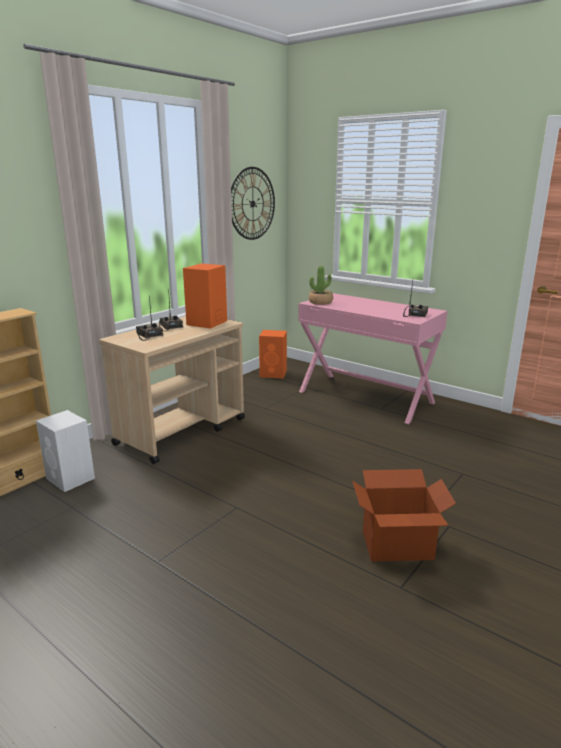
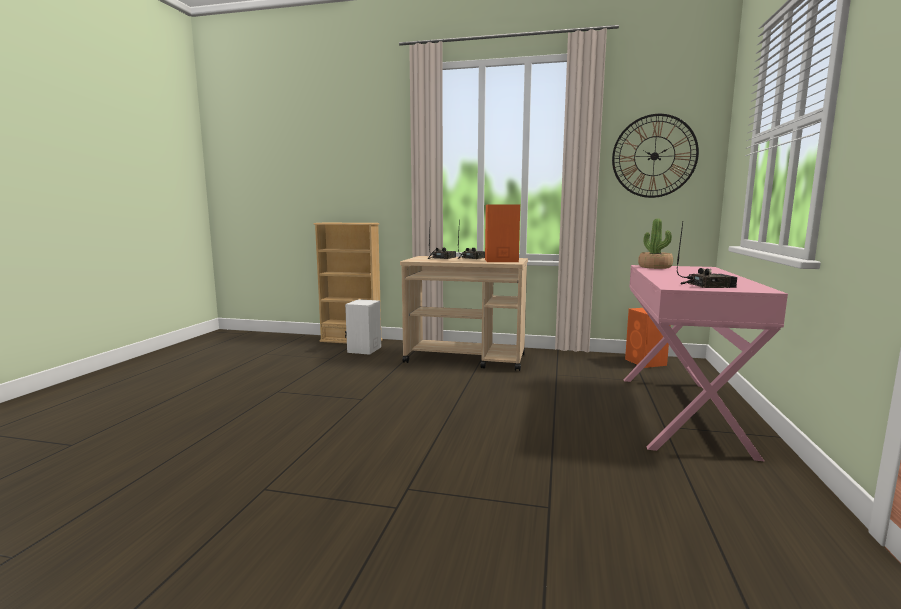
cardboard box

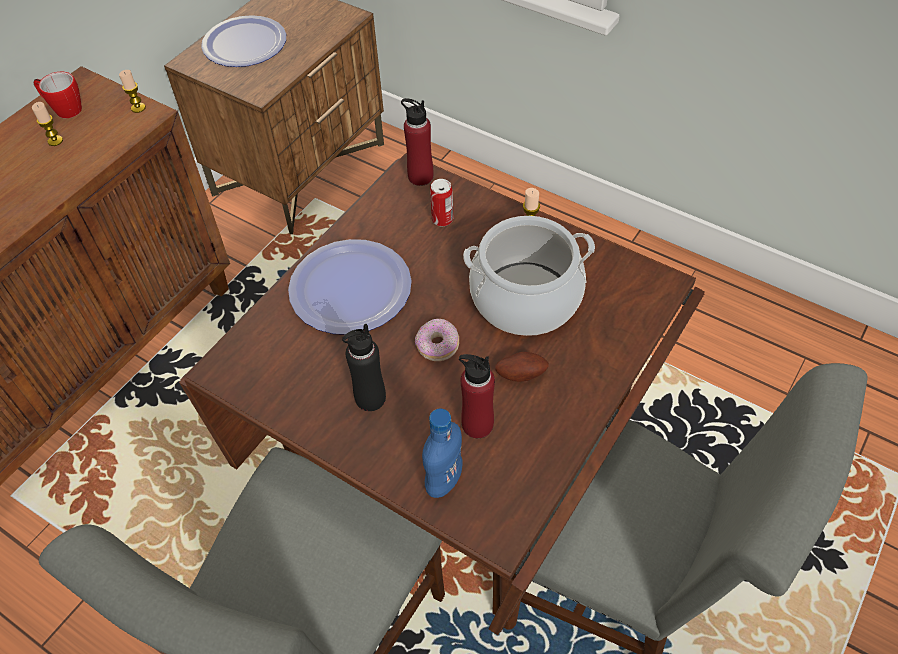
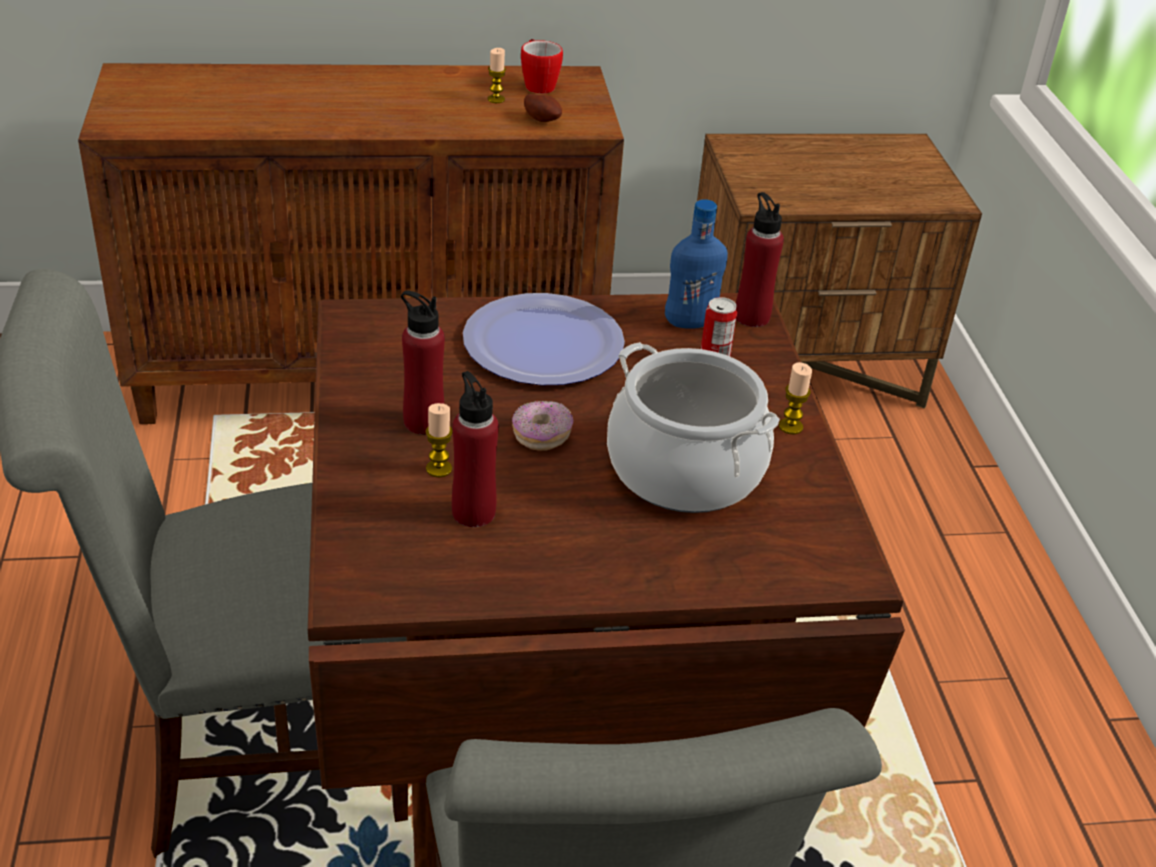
candle (1st from left)
plate (1st from left in the first image)
red bottle (1st from left)
blue bottle
potato

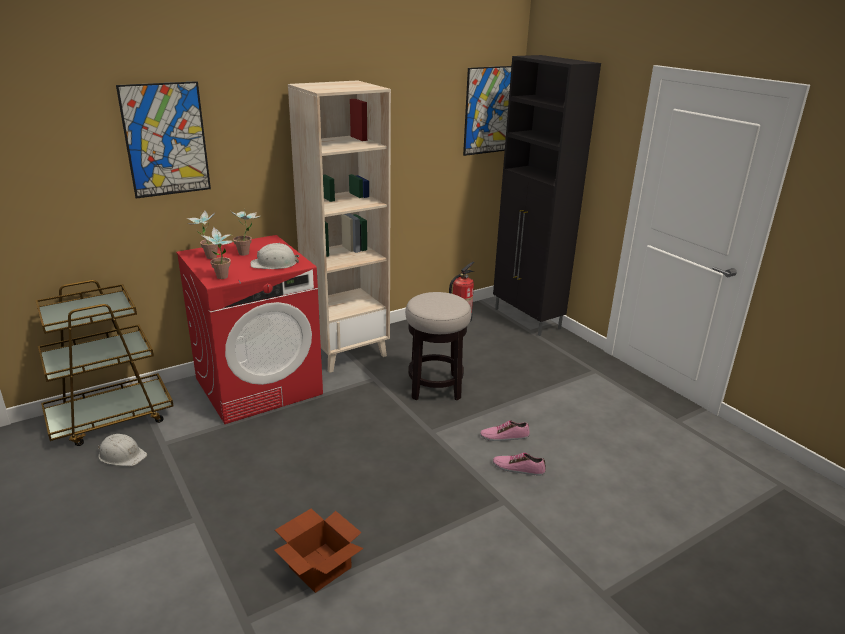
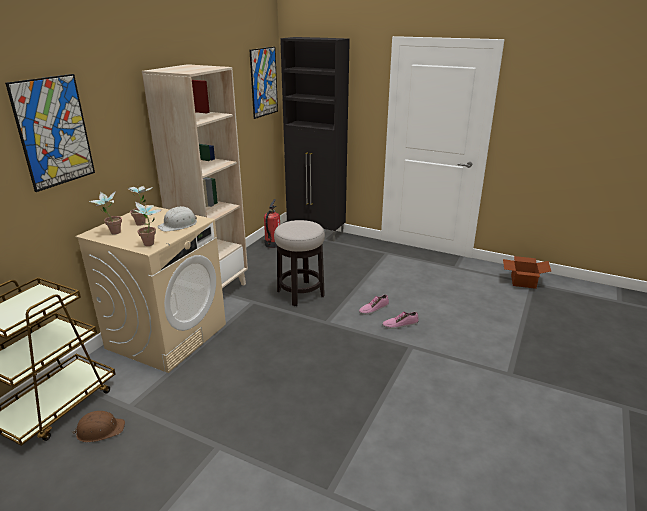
brown hard hat
beige washing machine
cardboard box

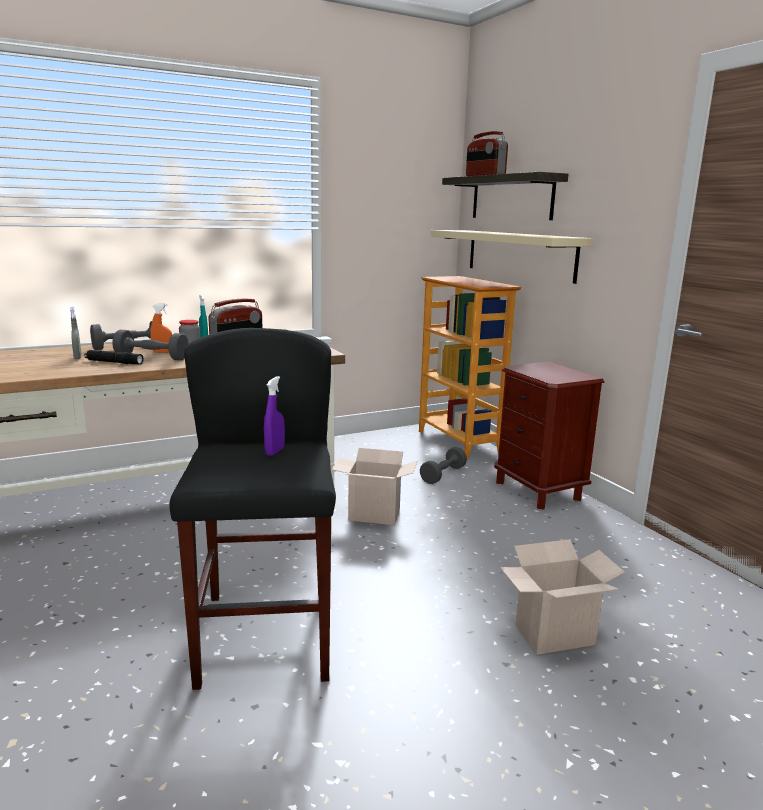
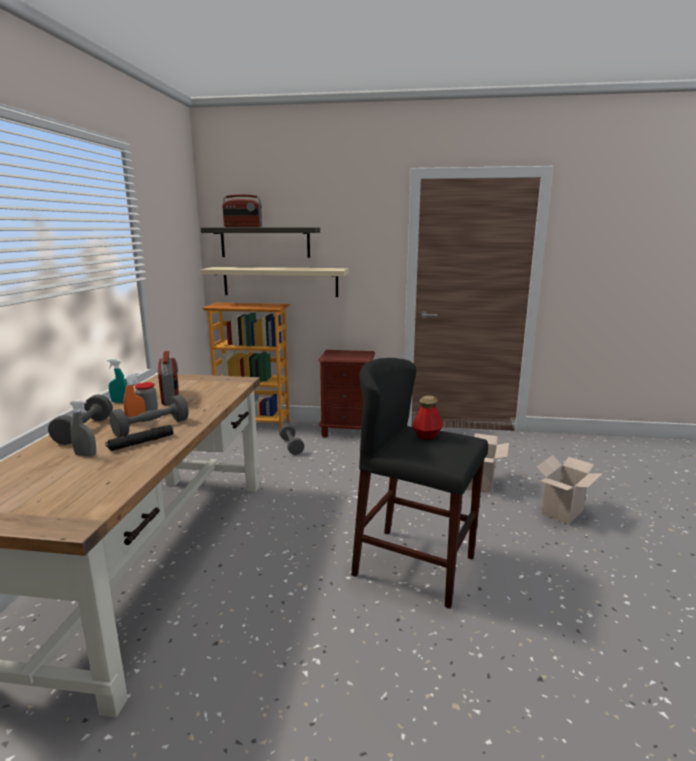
bottle
cardboard box (2nd from left)

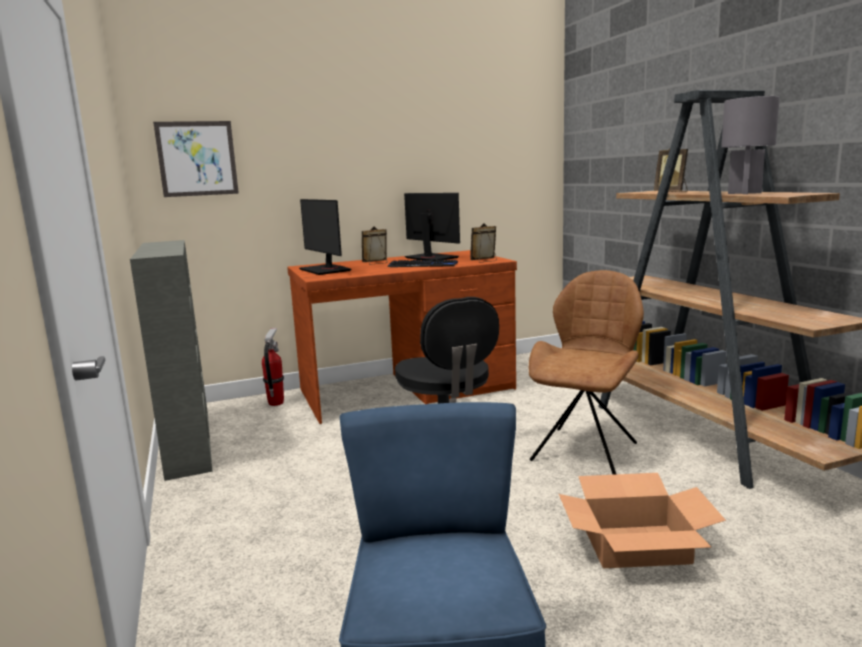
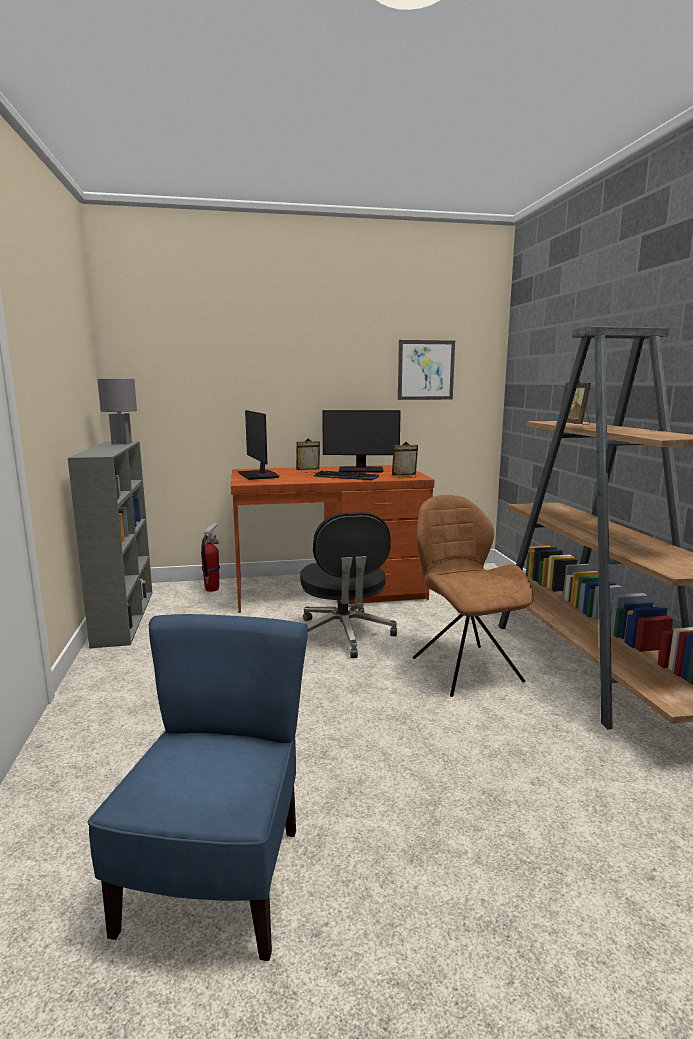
picture
monitor (2nd from left)
brown chair
cardboard box
grey table lamp

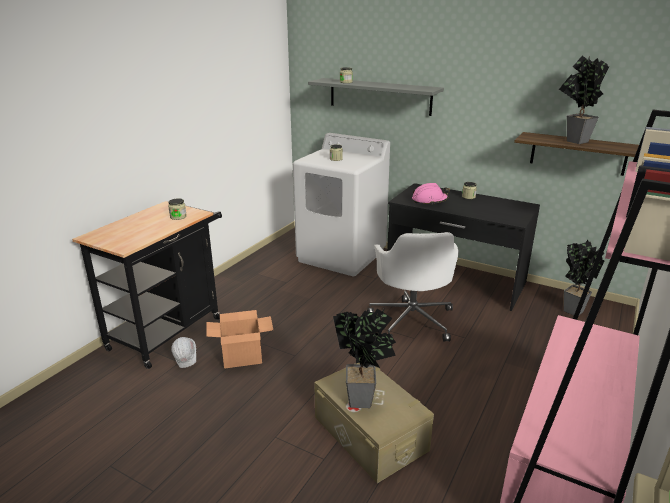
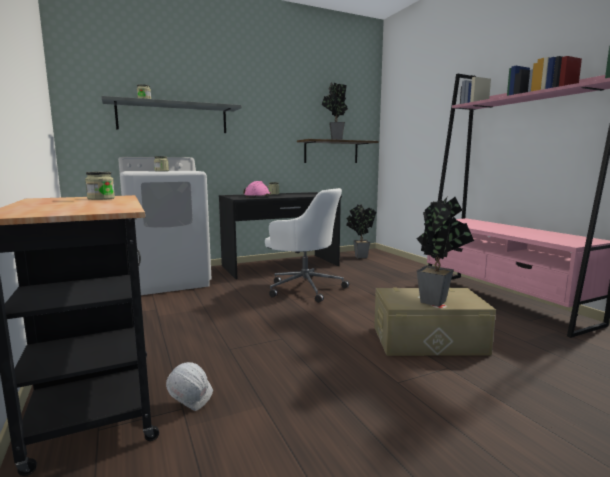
cardboard box

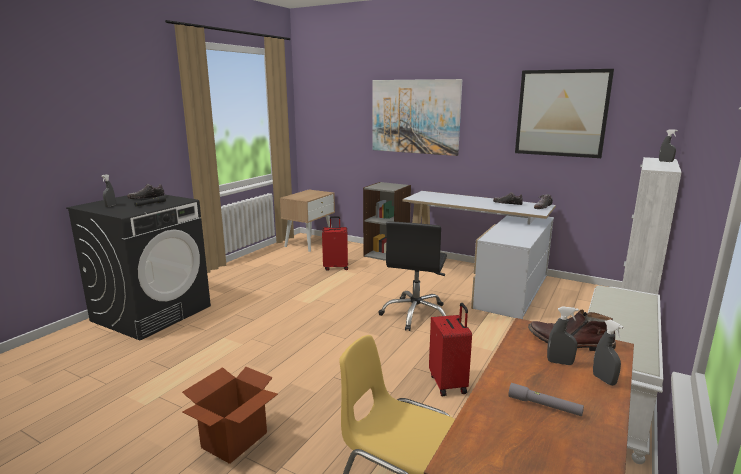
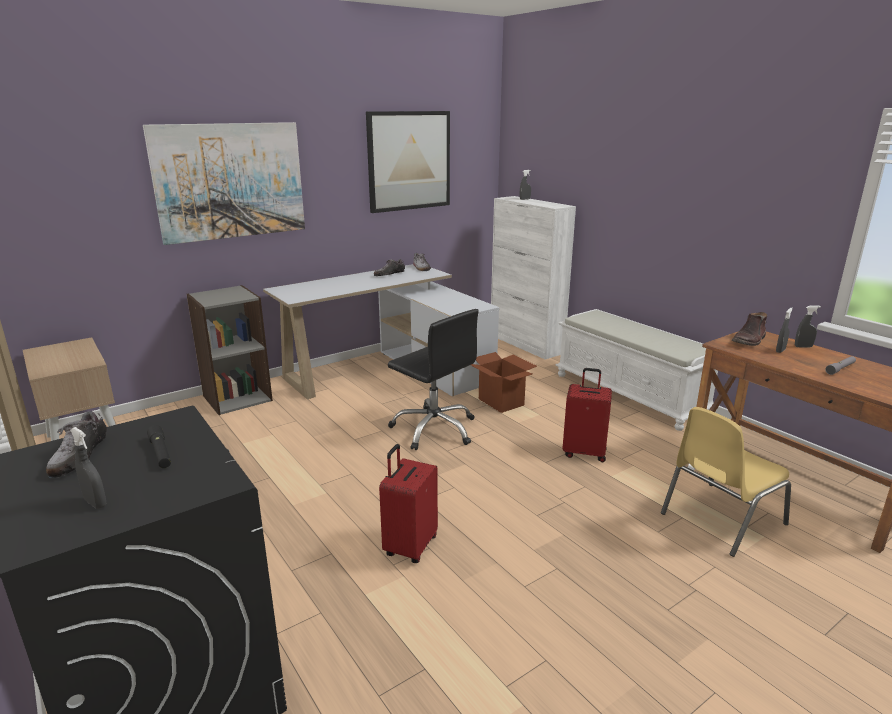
cardboard box
red suitcase (1st from left)

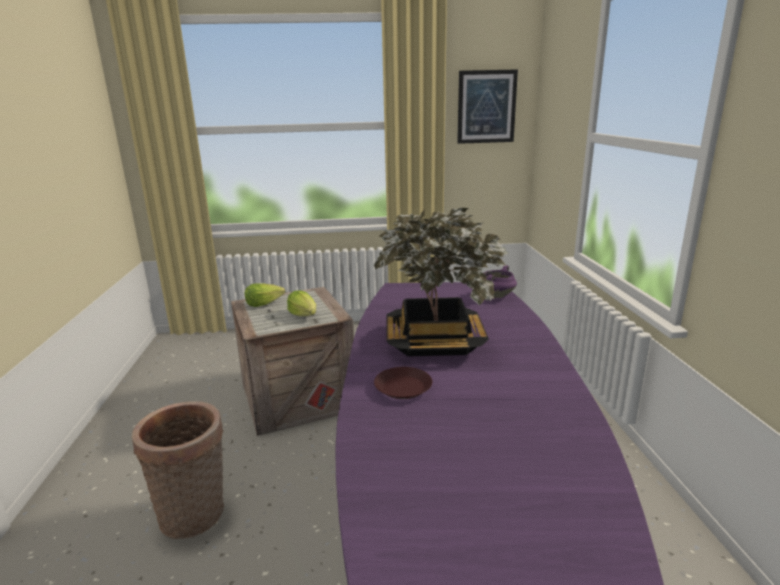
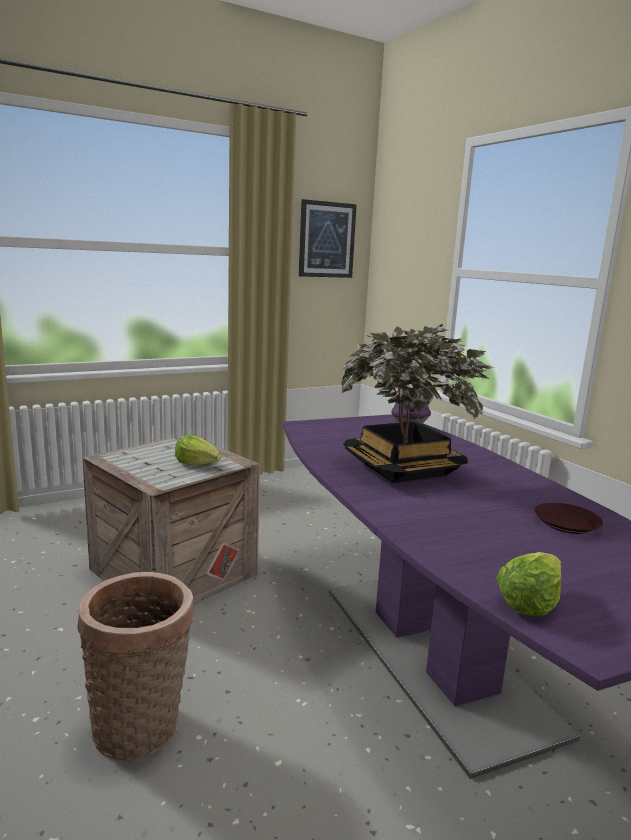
lettuce (2nd from left)
brown plate

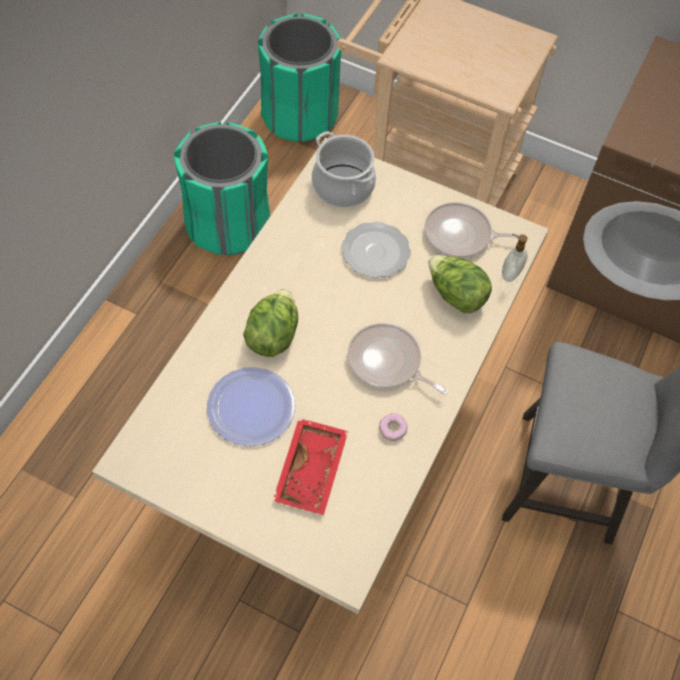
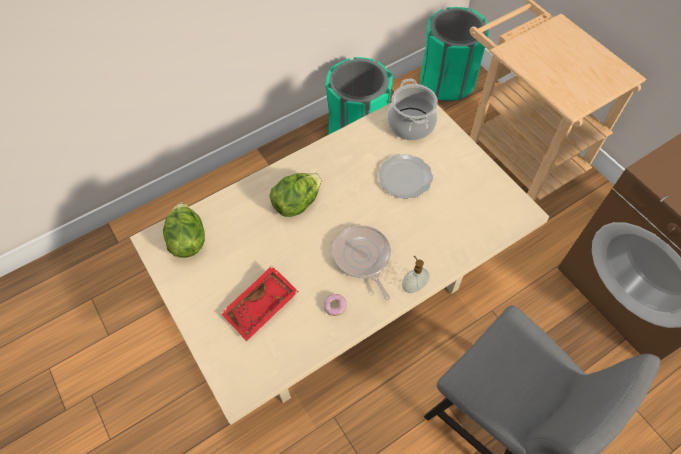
plate (1st from left in the first image)
frying pan (2nd from left in the first image)
lettuce (1st from left)
soap dispenser

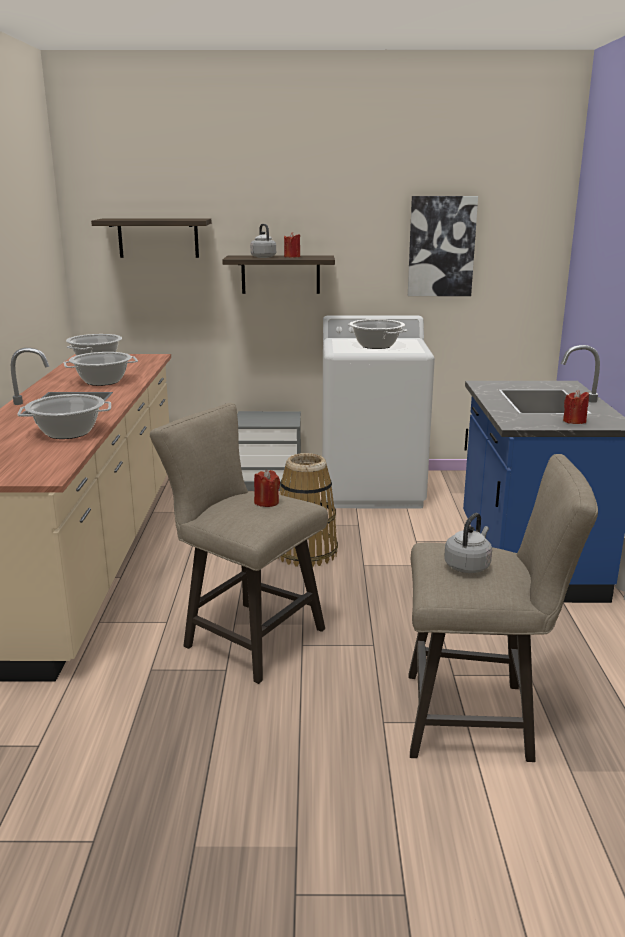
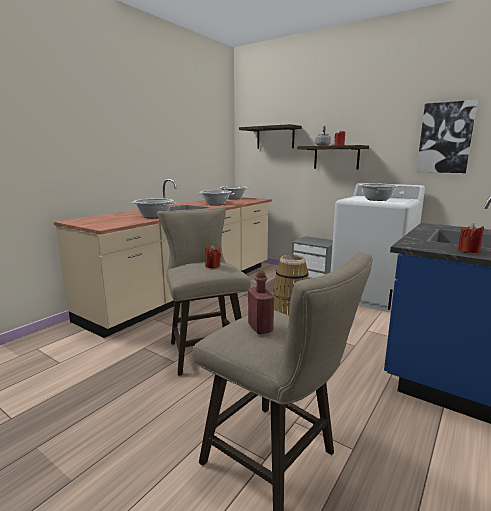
red bottle

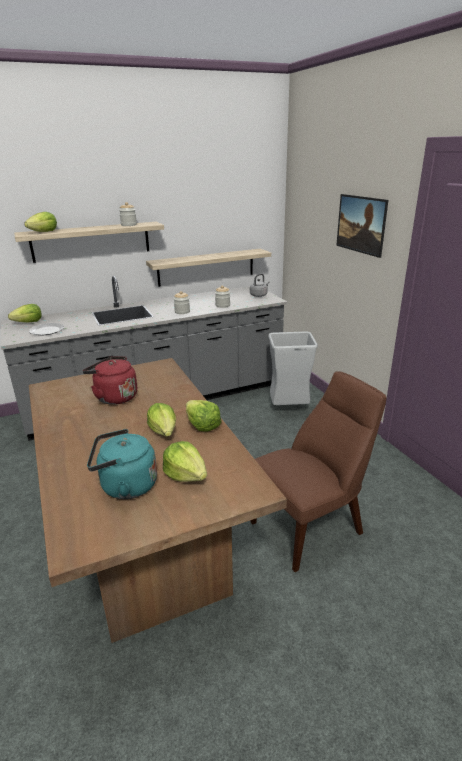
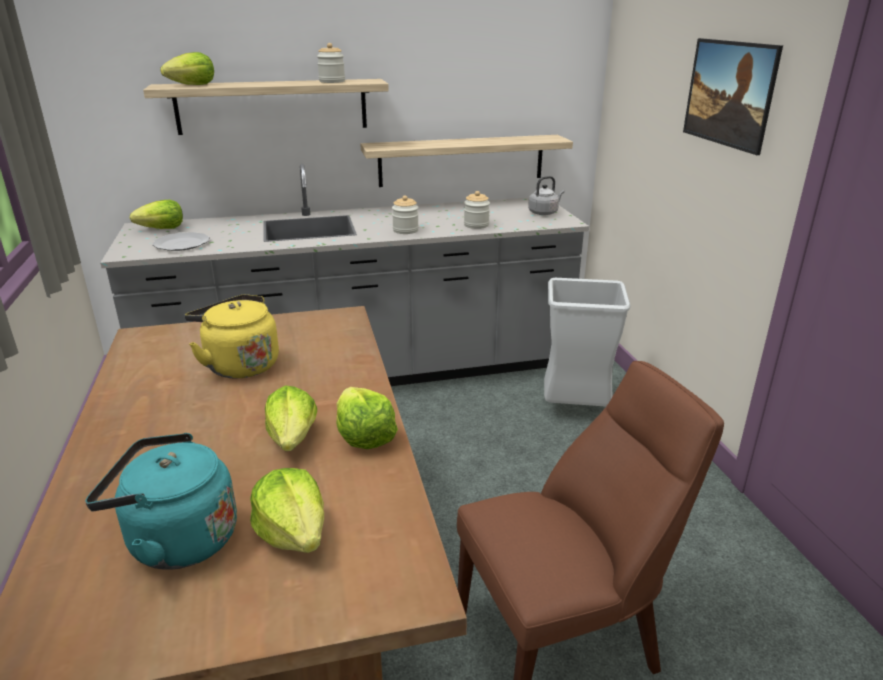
yellow kettle

